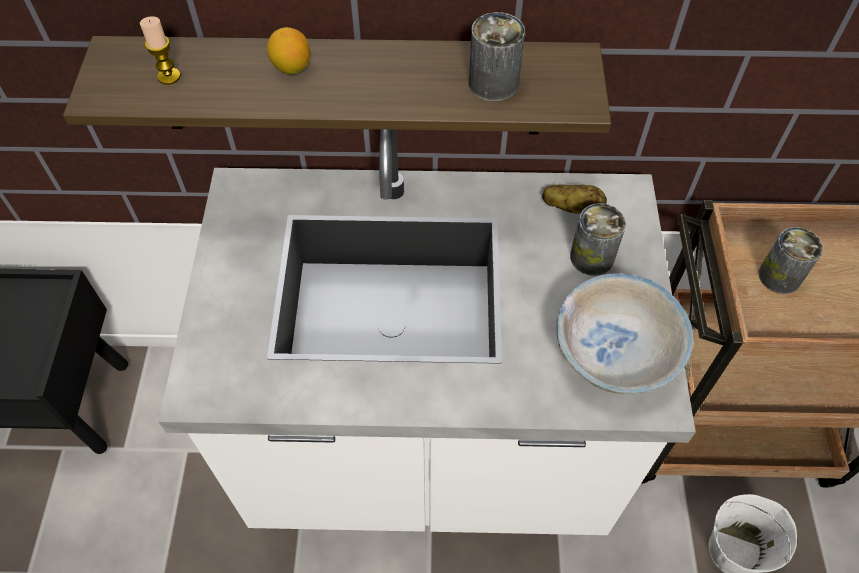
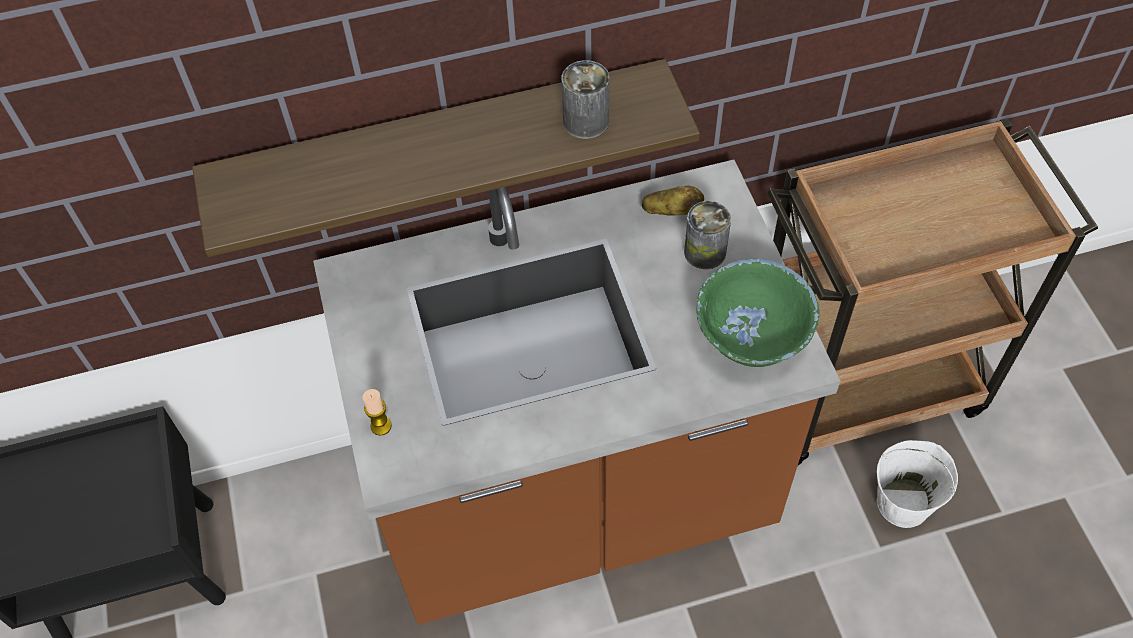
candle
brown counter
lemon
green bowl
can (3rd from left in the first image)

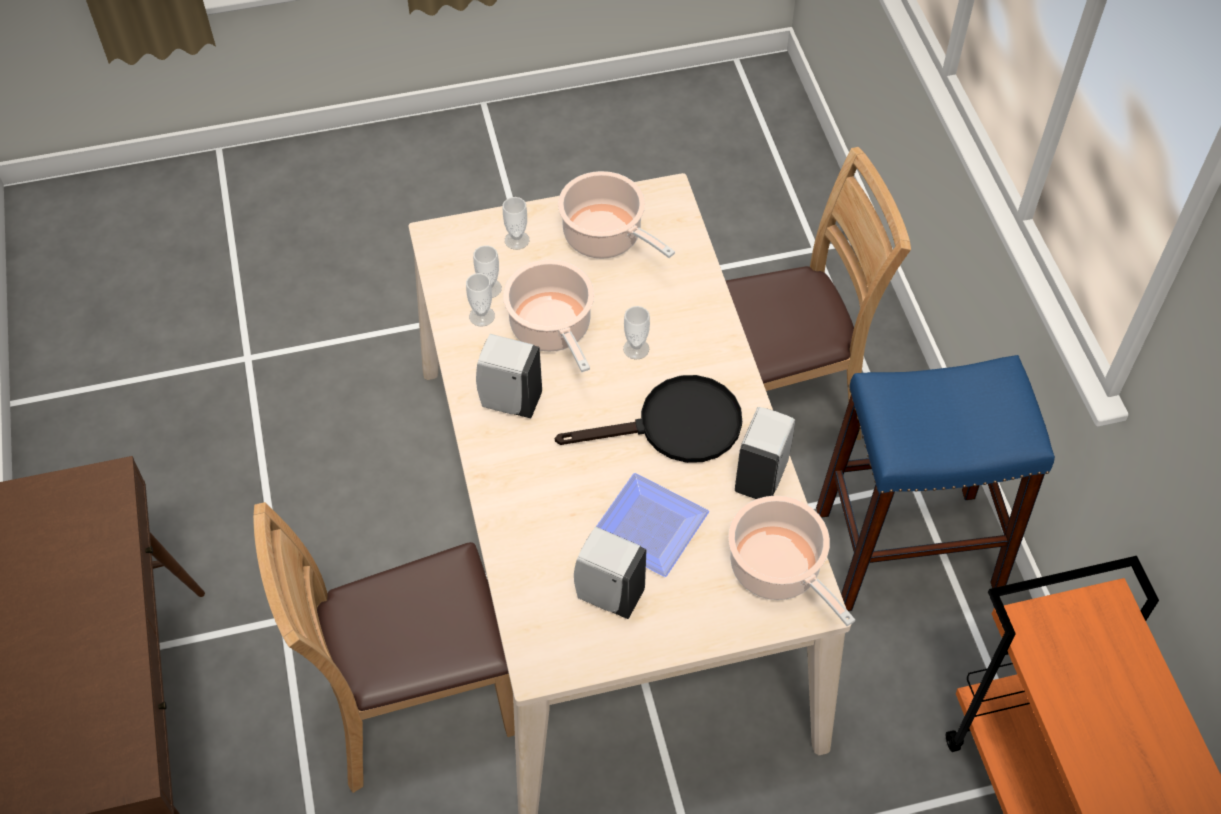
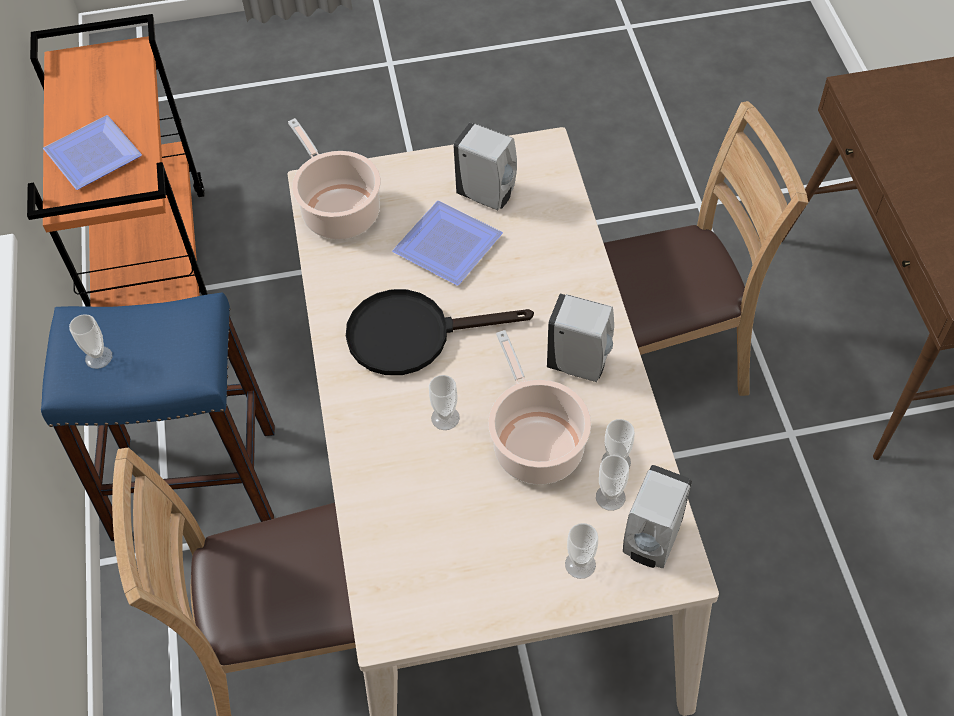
cooking pot (2nd from left in the first image)
white soap dispenser (3rd from left)
plate (1st from left)
cup (1st from left)

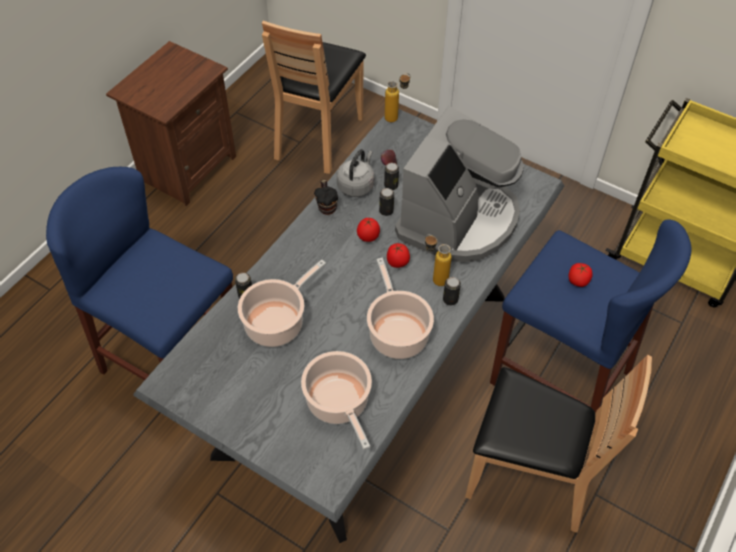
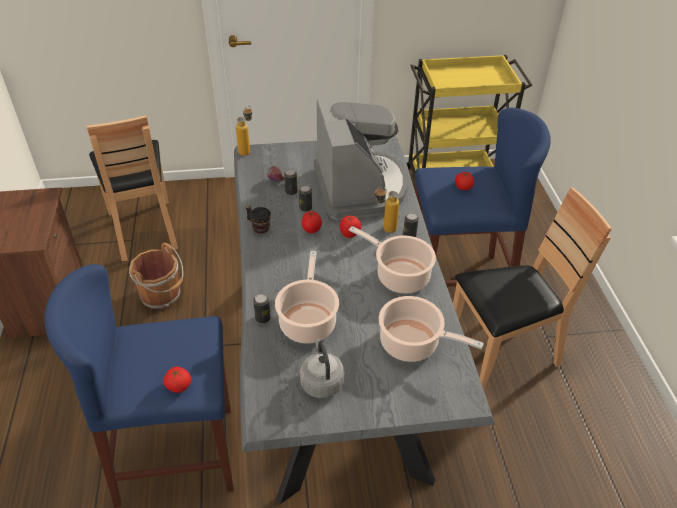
grey kettle
brown bucket
tomato (1st from left)

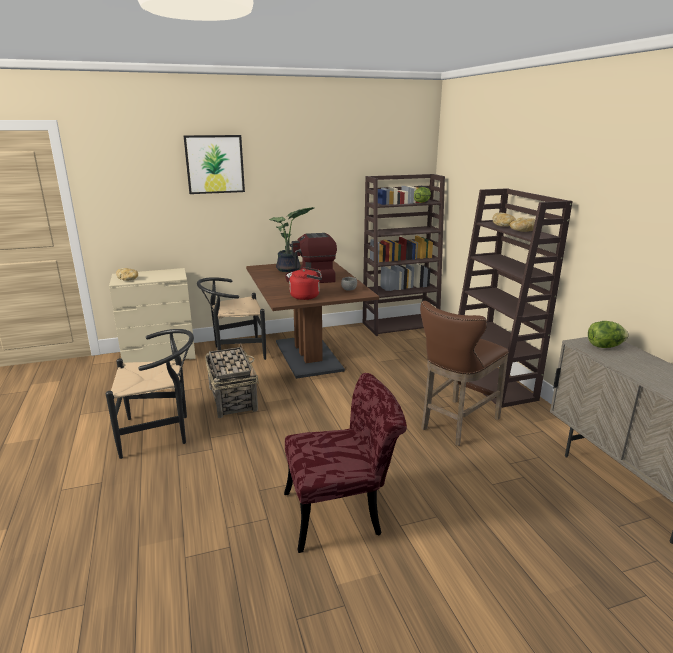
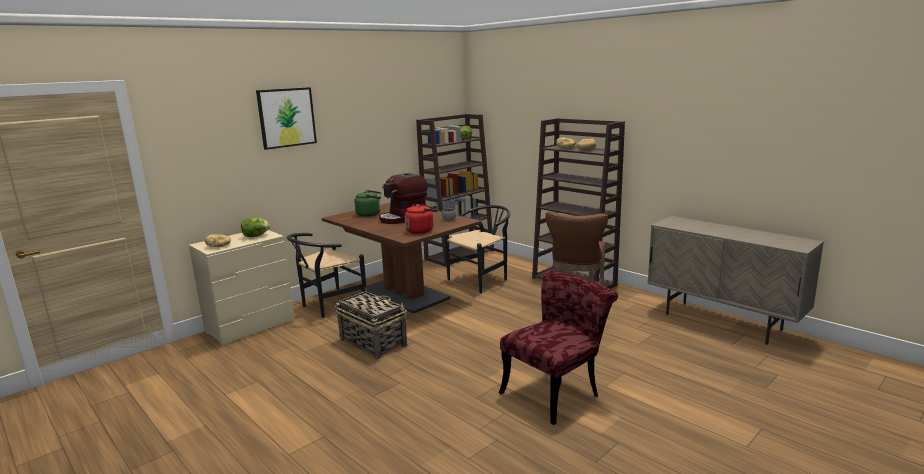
black chair (2nd from left)
green kettle
lettuce (1st from left)

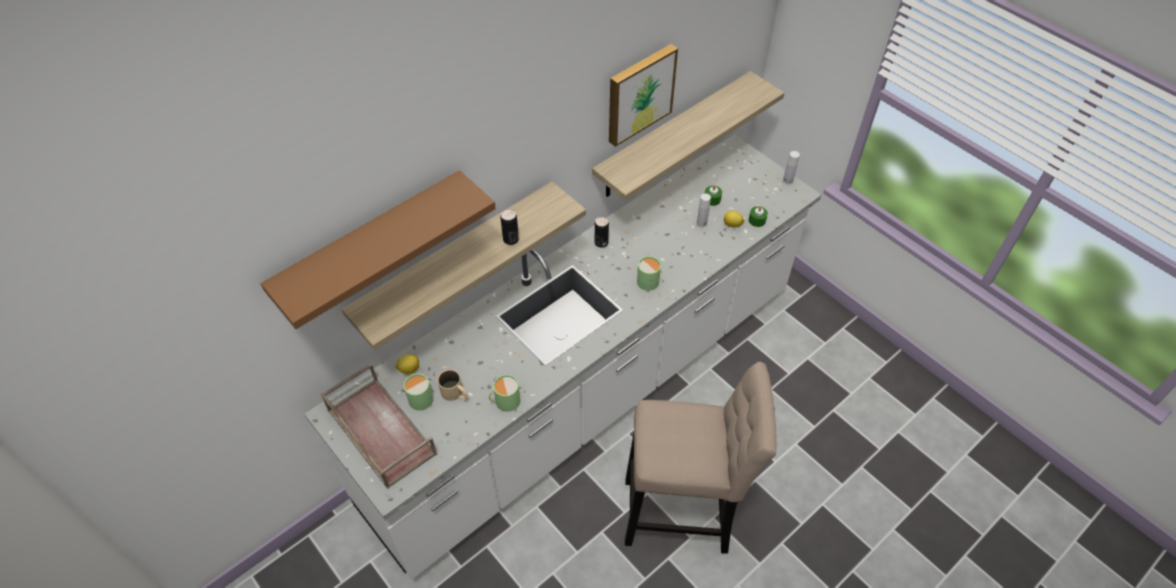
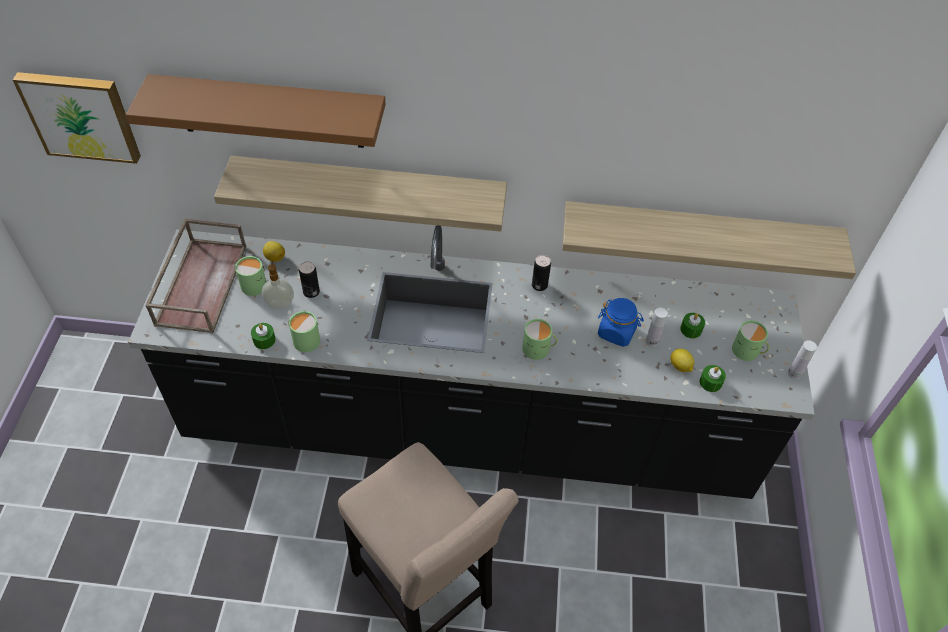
black counter
soap dispenser
can (1st from left)
picture
green candle (1st from left)
blue jar
green mug (4th from left)

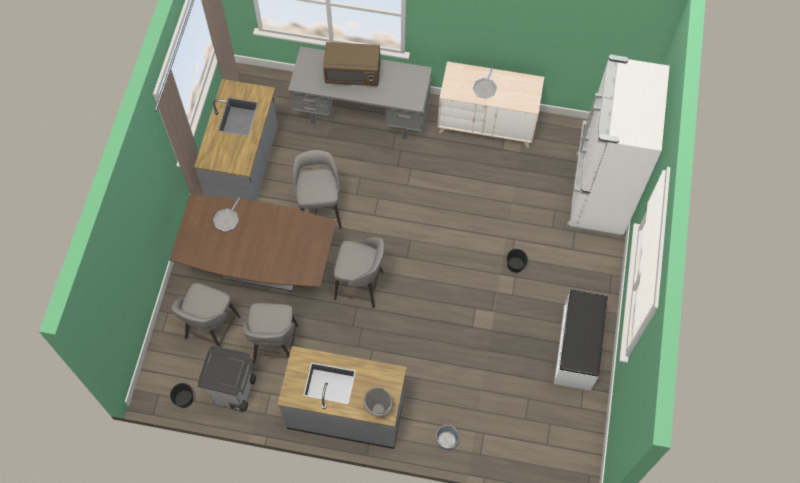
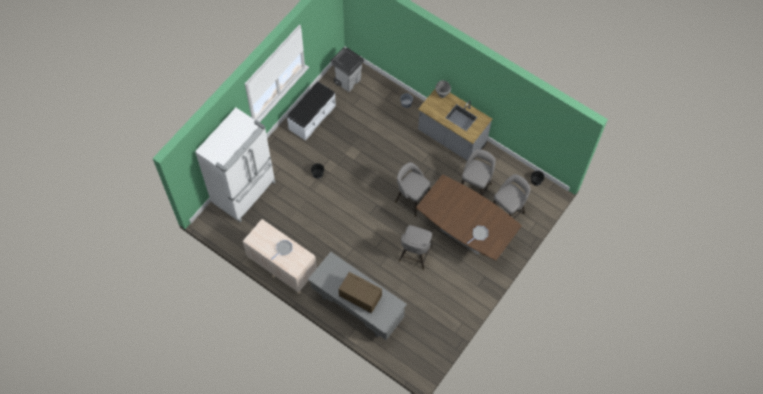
grey counter (1st from left in the first image)
grey trash can

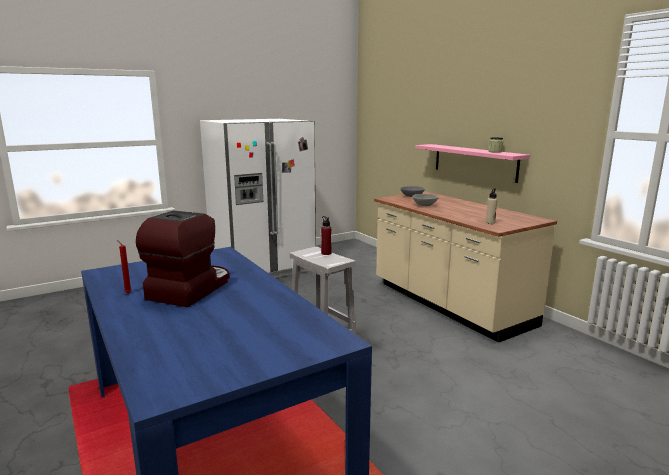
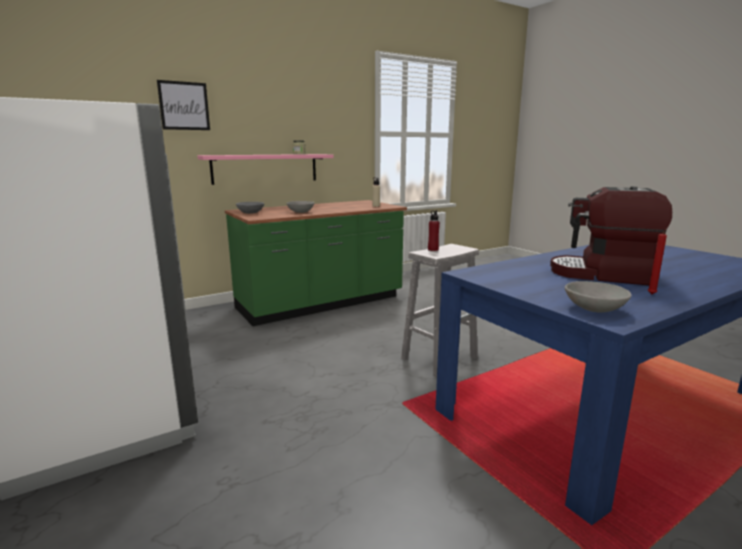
green counter
picture
grey bowl (3rd from left)

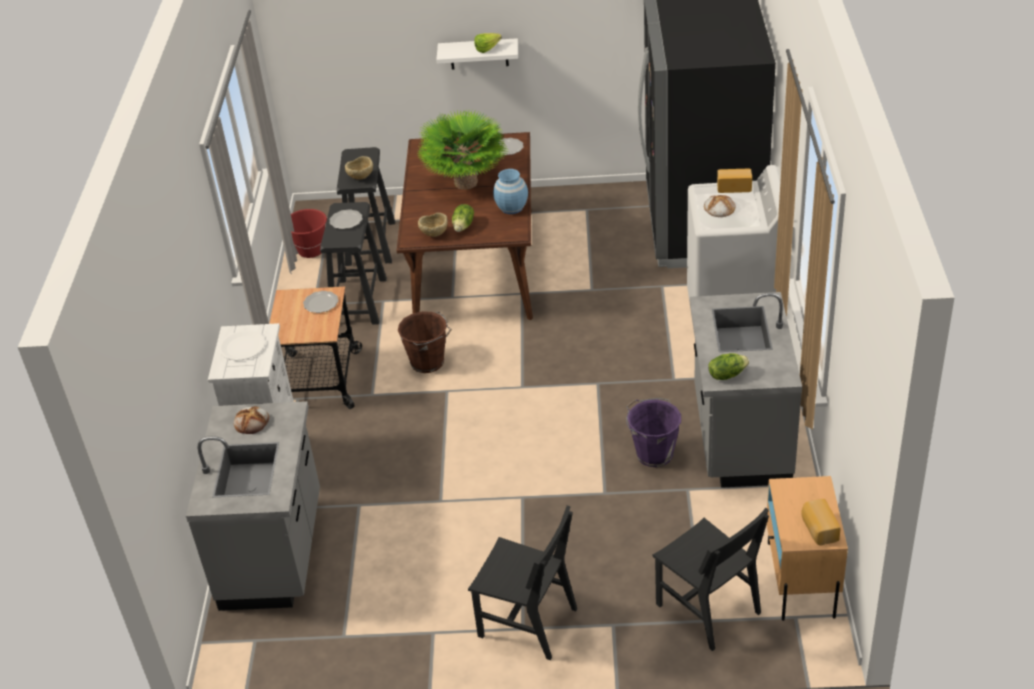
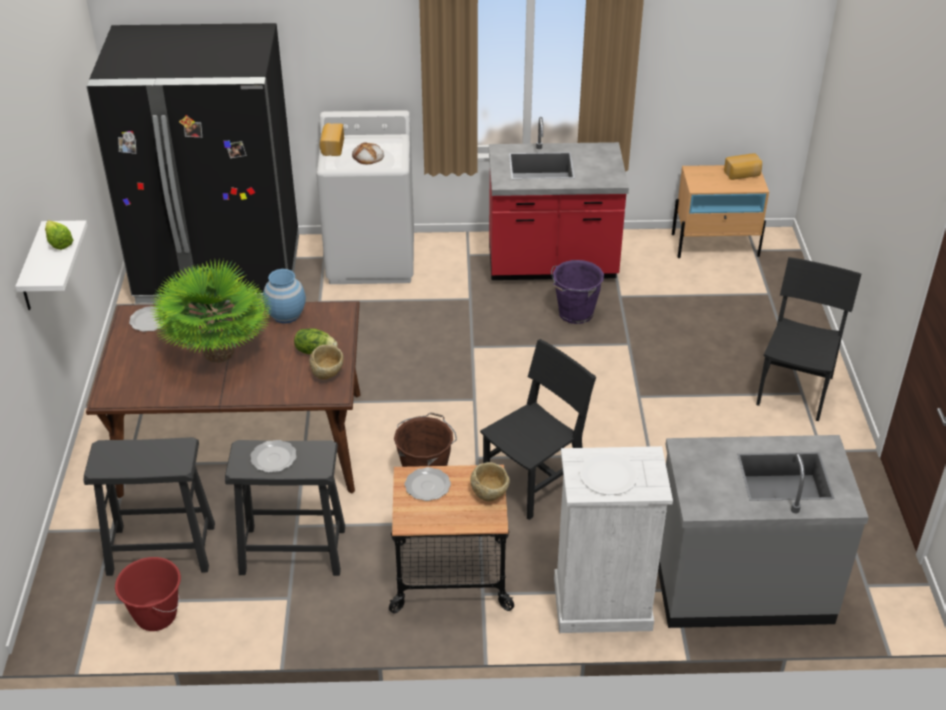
bread (1st from left in the first image)
beige bowl (2nd from left)
black chair (1st from left)
red counter
lettuce (3rd from left in the first image)

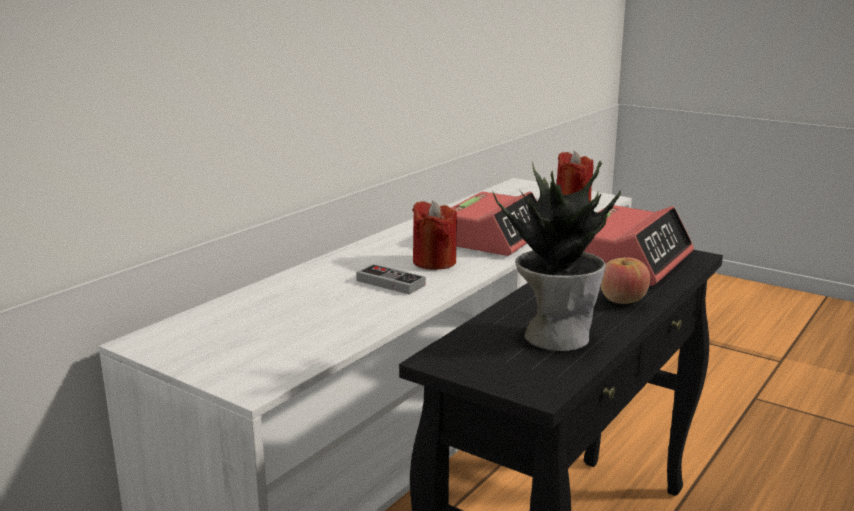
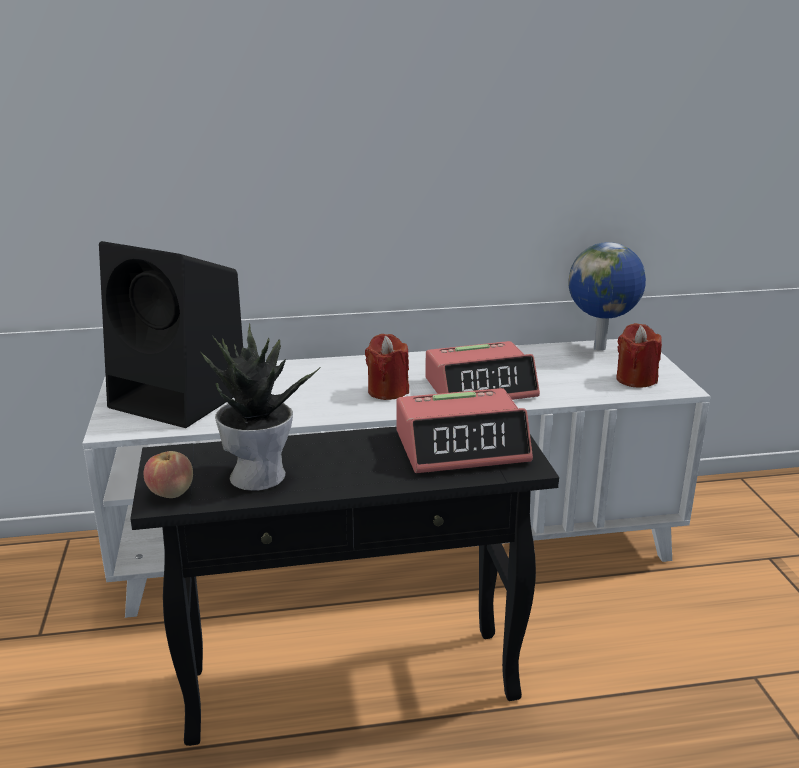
game controller
apple
black speaker
globe

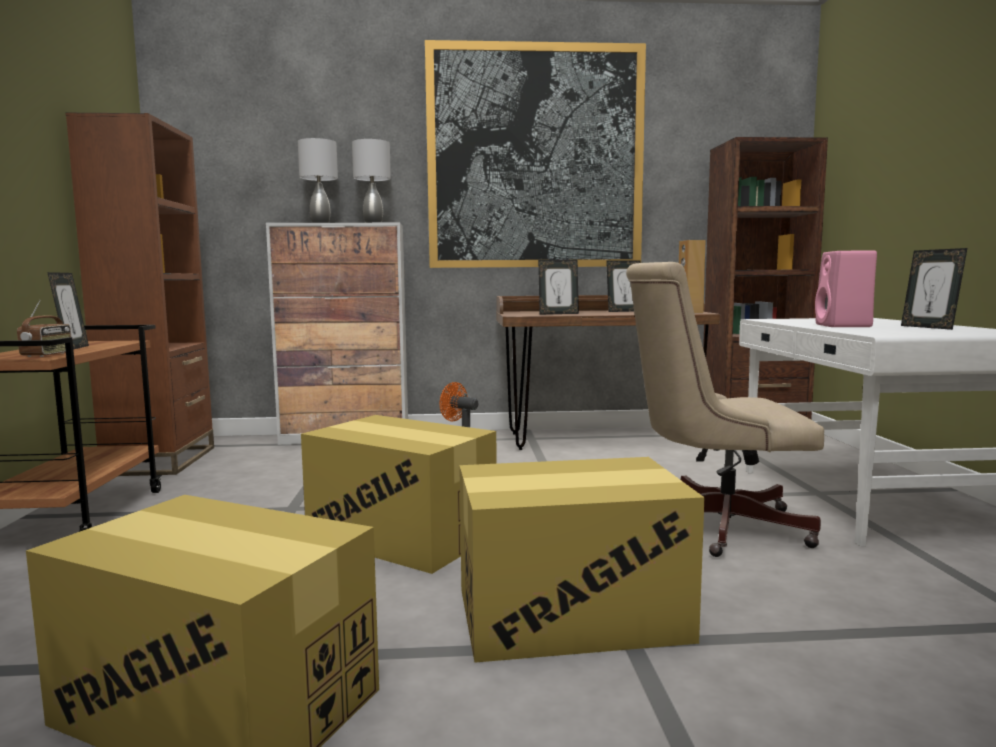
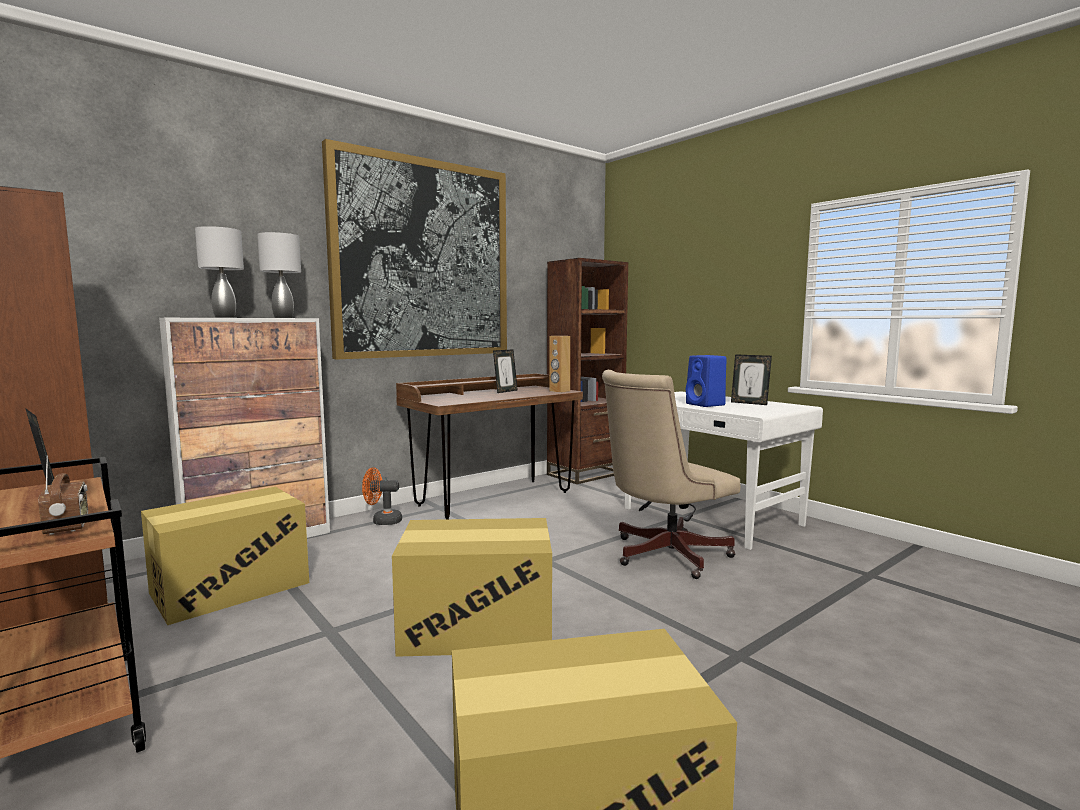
cardboard box (1st from left)
picture frame (2nd from left in the first image)
blue speaker

